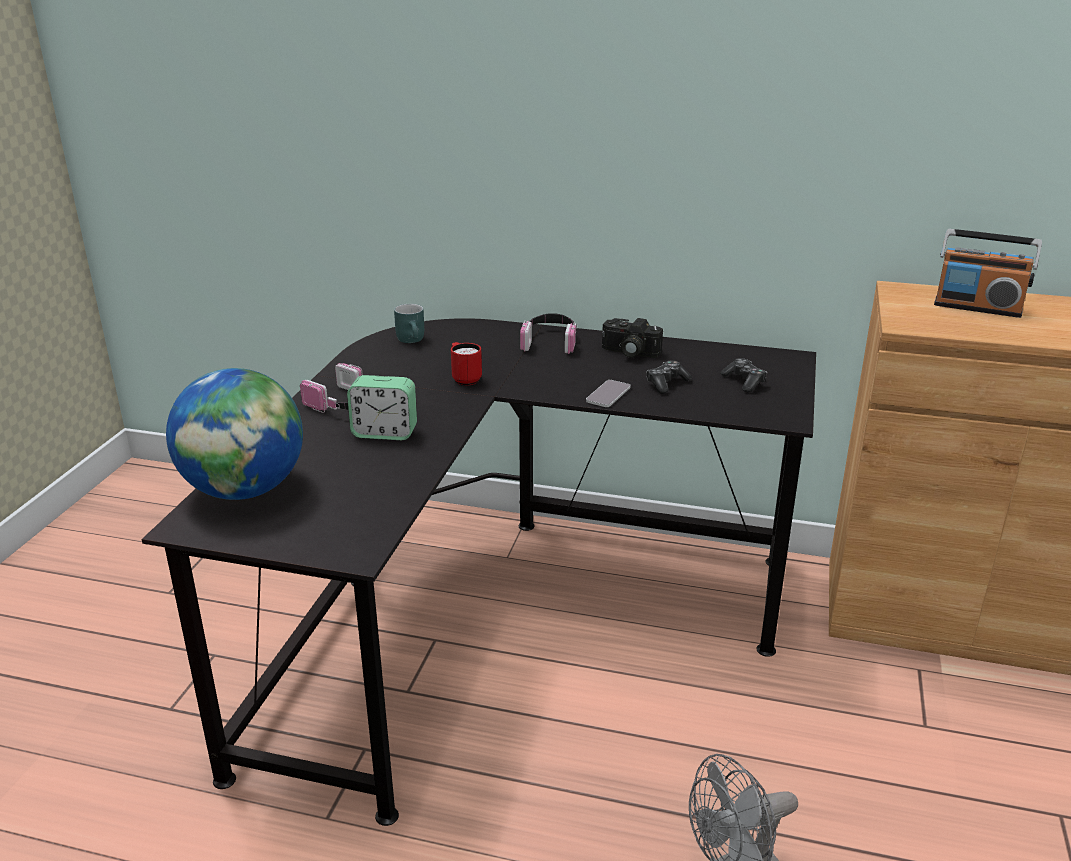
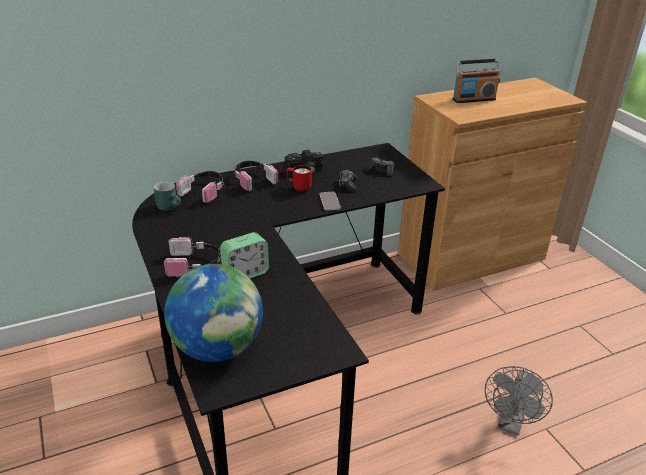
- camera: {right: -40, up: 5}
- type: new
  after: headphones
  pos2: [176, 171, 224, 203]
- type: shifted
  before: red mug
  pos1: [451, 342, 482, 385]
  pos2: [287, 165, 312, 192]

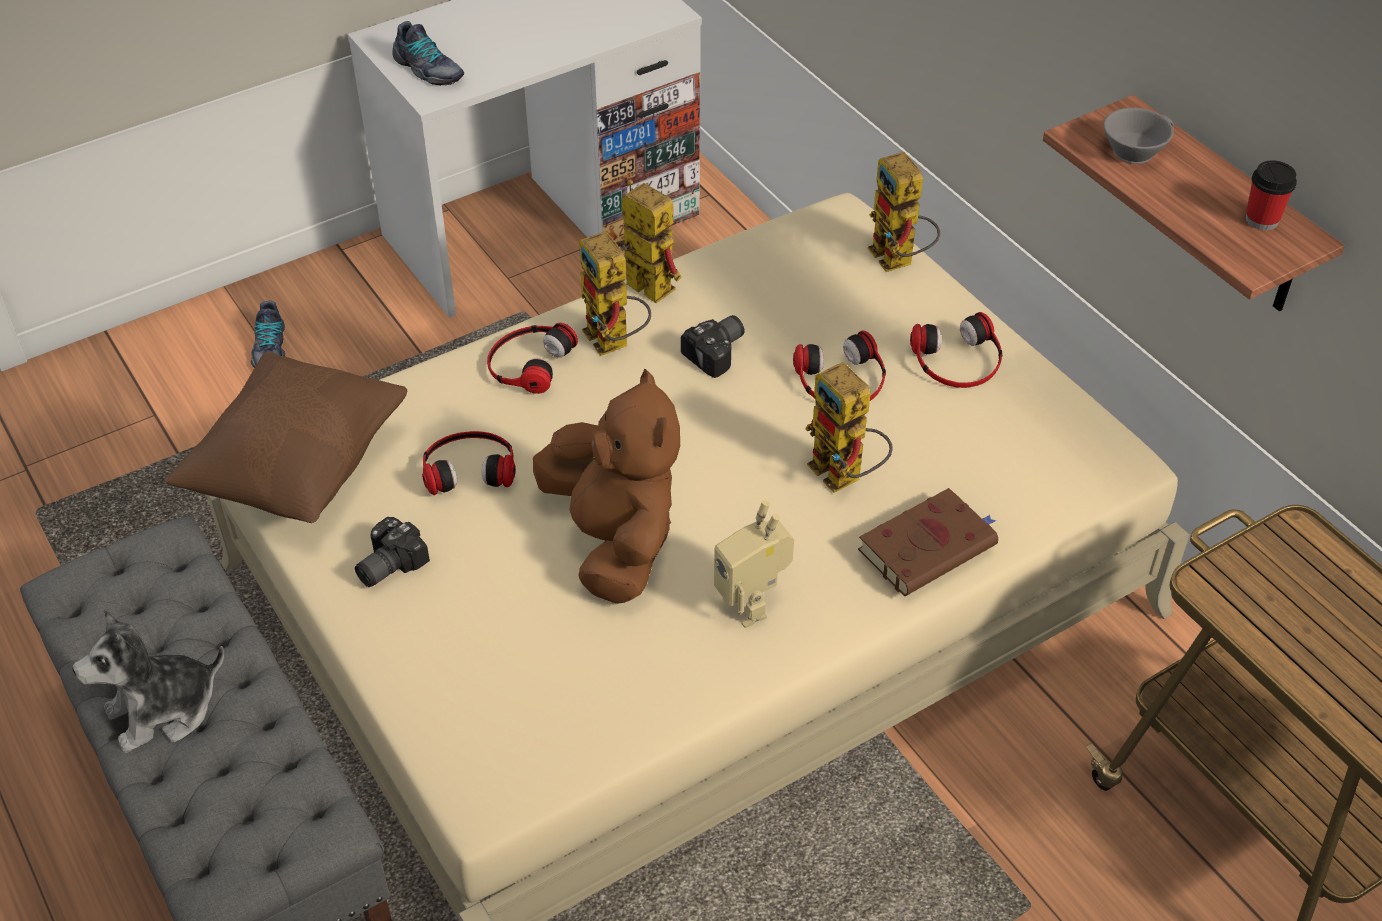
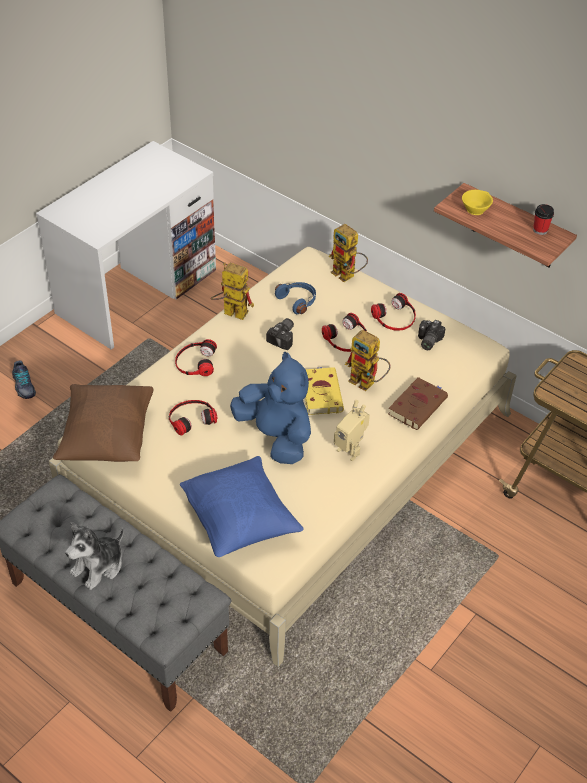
- camera: {right: -20, up: 0}
- type: gone
  before: shoe
  pos1: [392, 21, 464, 86]
- type: gone
  before: toy robot
  pos1: [579, 231, 651, 356]
- type: new
  after: blue pillow
  pos2: [180, 456, 304, 557]
- type: new
  after: blue headphones
  pos2: [275, 282, 316, 314]
- type: new
  after: yellow book
  pos2: [305, 367, 344, 415]
- type: shifted
  before: photo camera
  pos1: [355, 517, 430, 587]
  pos2: [418, 320, 446, 350]
- type: repainted
  before: brown plush toy
  after: blue plush toy
  pos1: [533, 369, 680, 604]
  pos2: [230, 352, 311, 464]
- type: repainted
  before: grey cup
  after: yellow cup
  pos1: [1104, 108, 1174, 164]
  pos2: [462, 190, 493, 215]

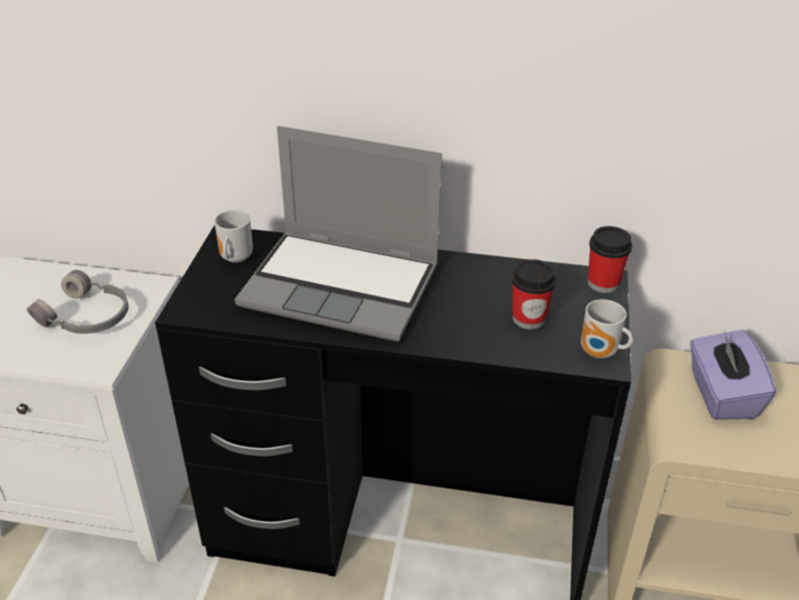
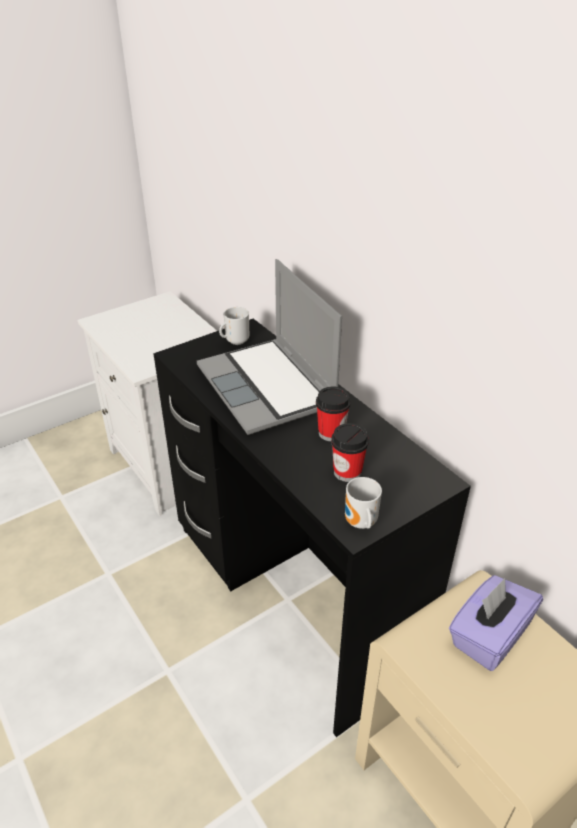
- camera: {right: 45, up: 0}
- type: gone
  before: grey headphones
  pos1: [27, 270, 129, 334]
- type: shifted
  before: cup
  pos1: [588, 226, 632, 293]
  pos2: [316, 386, 351, 442]

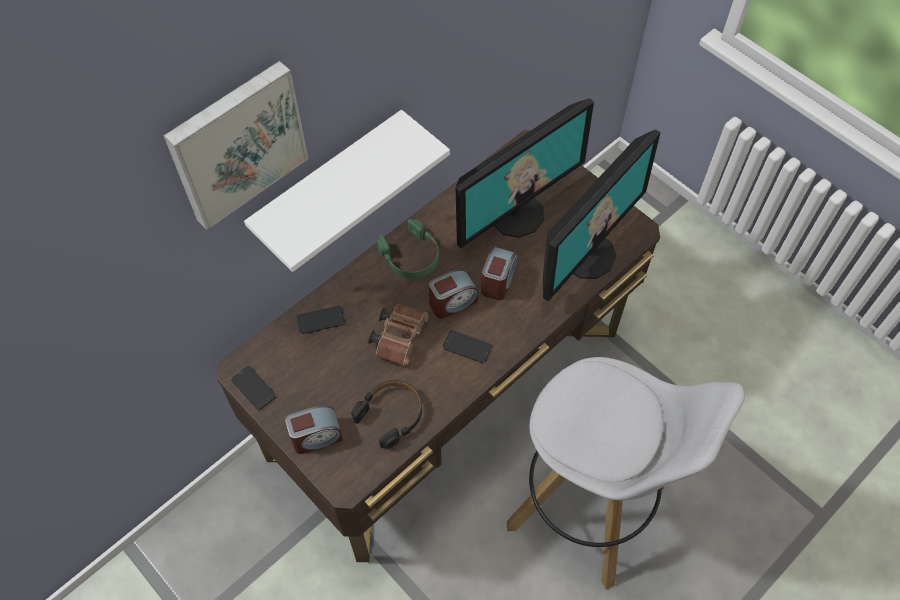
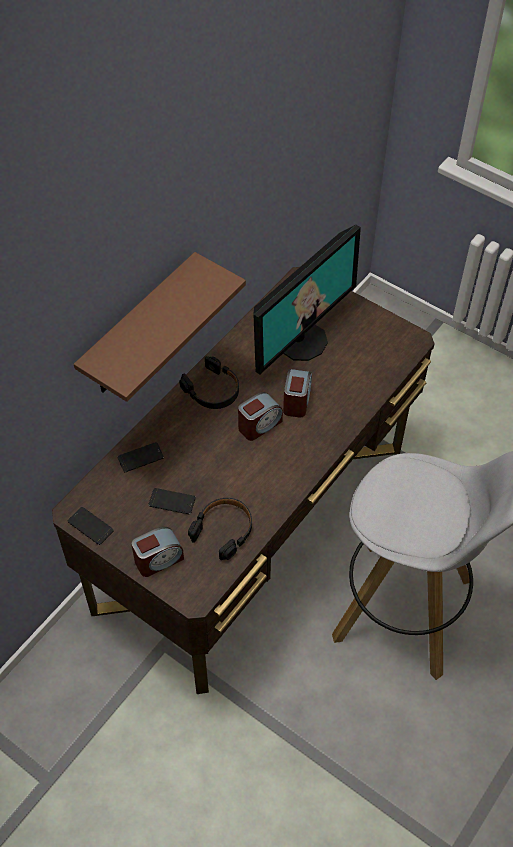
- camera: {right: -10, up: -5}
- type: gone
  before: picture
  pos1: [164, 61, 309, 230]
- type: gone
  before: brown binoculars
  pos1: [368, 304, 429, 367]
- type: gone
  before: monitor
  pos1: [543, 130, 661, 301]
- type: shifted
  before: phone
  pos1: [442, 330, 492, 364]
  pos2: [148, 488, 196, 514]
- type: repainted
  before: white shelf
  after: brown shelf
  pos1: [244, 110, 450, 272]
  pos2: [74, 252, 246, 402]
- type: repainted
  before: green headphones
  after: black headphones
  pos1: [376, 219, 439, 278]
  pos2: [179, 356, 239, 409]

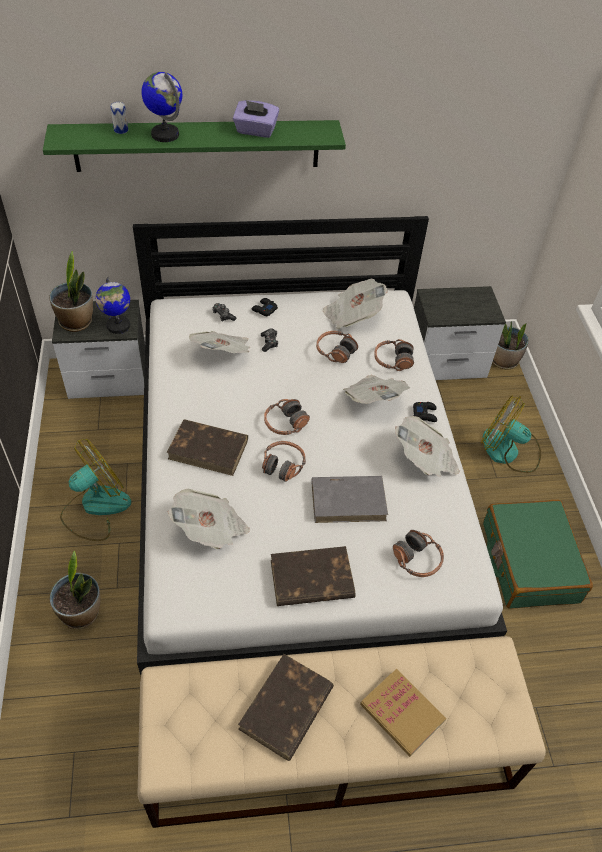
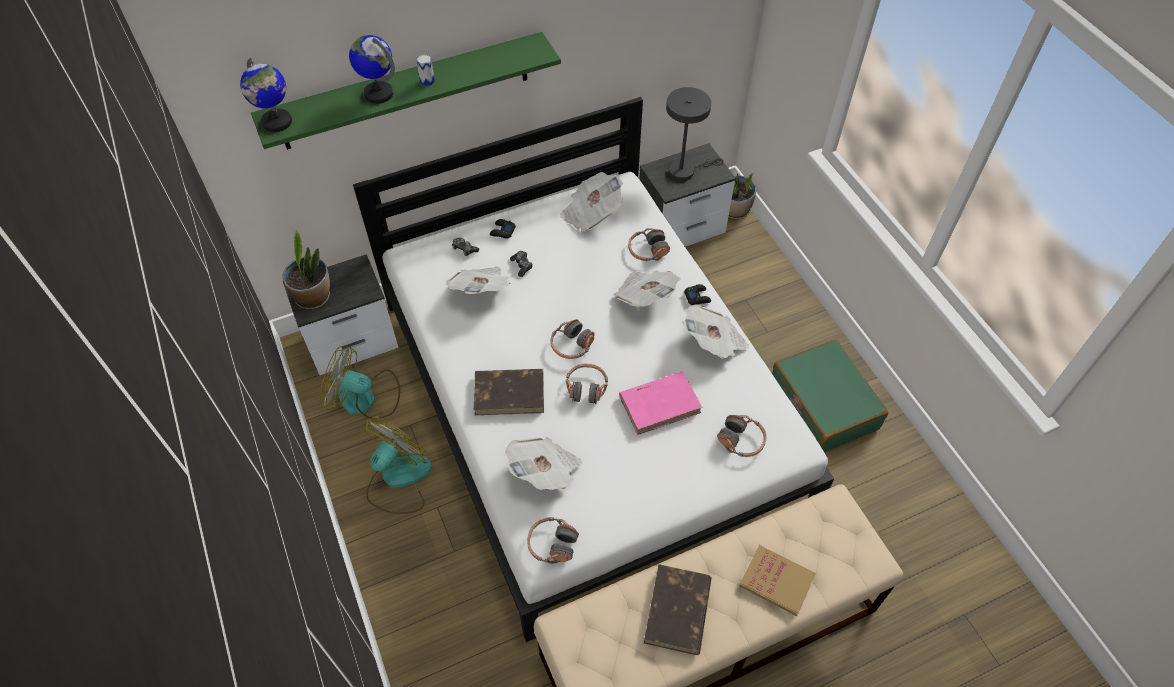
- camera: {right: -15, up: 5}
- type: gone
  before: potted plant
  pos1: [50, 550, 100, 629]
- type: gone
  before: purple tissue box
  pos1: [233, 100, 280, 138]
- type: gone
  before: brown book
  pos1: [271, 546, 355, 606]
- type: new
  after: grey table lamp
  pos2: [666, 87, 724, 181]
- type: shifted
  before: globe
  pos1: [96, 277, 130, 334]
  pos2: [240, 58, 292, 132]
- type: shifted
  before: can
  pos1: [110, 102, 128, 134]
  pos2: [416, 55, 435, 86]
- type: shifted
  before: headphones
  pos1: [316, 331, 358, 363]
  pos2: [527, 517, 579, 564]
- type: shifted
  before: fan
  pos1: [481, 396, 541, 473]
  pos2: [320, 345, 400, 419]
- type: repainted
  before: grey book
  after: pink book
  pos1: [312, 476, 388, 523]
  pos2: [619, 372, 702, 435]

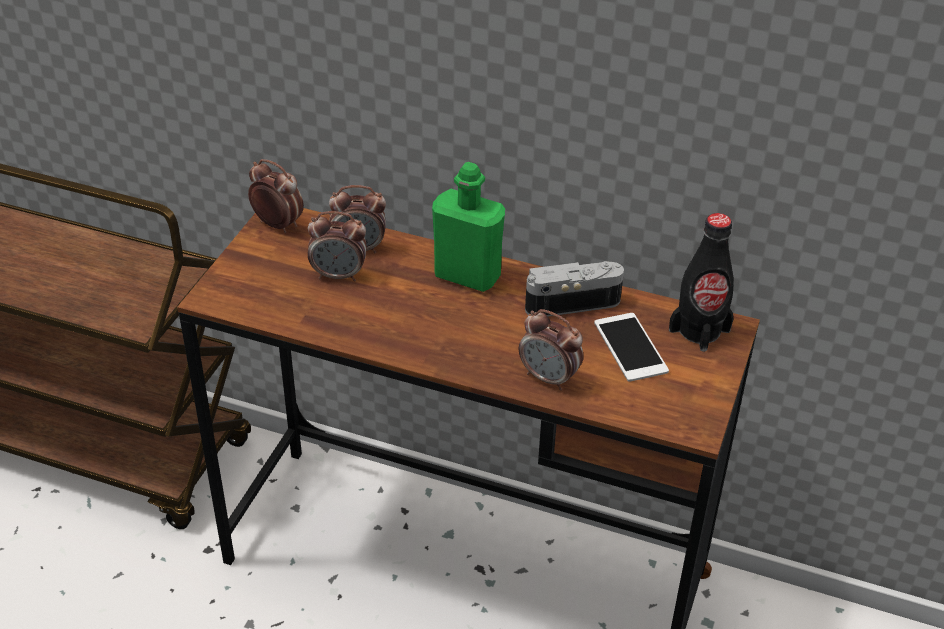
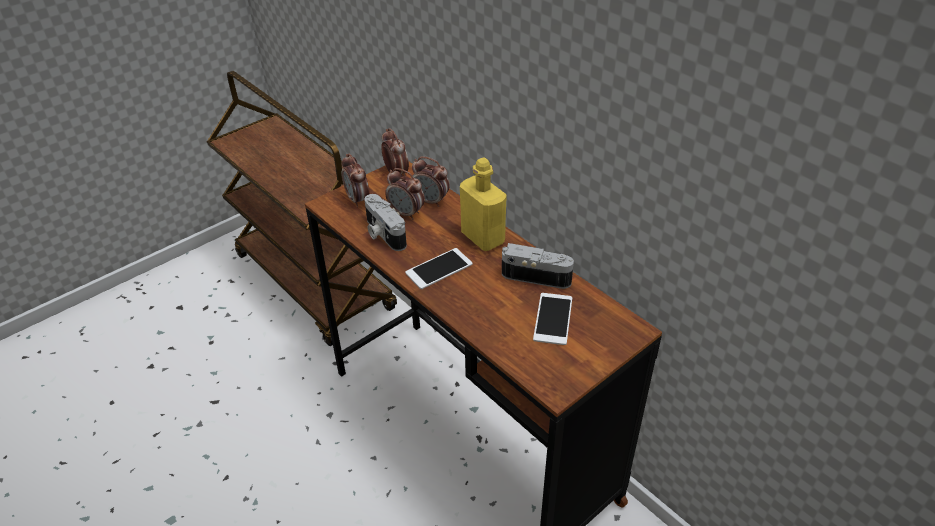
- camera: {right: 30, up: 0}
- type: gone
  before: black bottle
  pos1: [669, 213, 734, 352]
- type: new
  after: photo camera
  pos2: [364, 194, 407, 251]
- type: new
  after: phone
  pos2: [405, 248, 473, 289]
- type: shifted
  before: alarm clock
  pos1: [519, 309, 584, 391]
  pos2: [341, 153, 370, 208]
- type: repainted
  before: green bottle
  after: yellow bottle
  pos1: [432, 162, 505, 292]
  pos2: [460, 157, 507, 251]

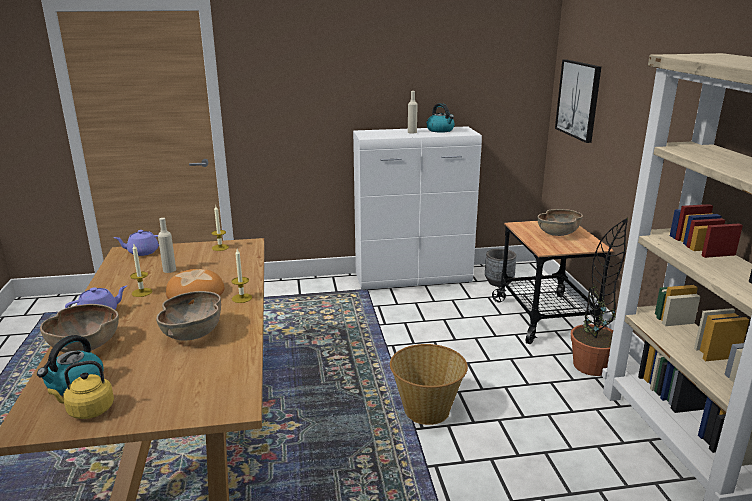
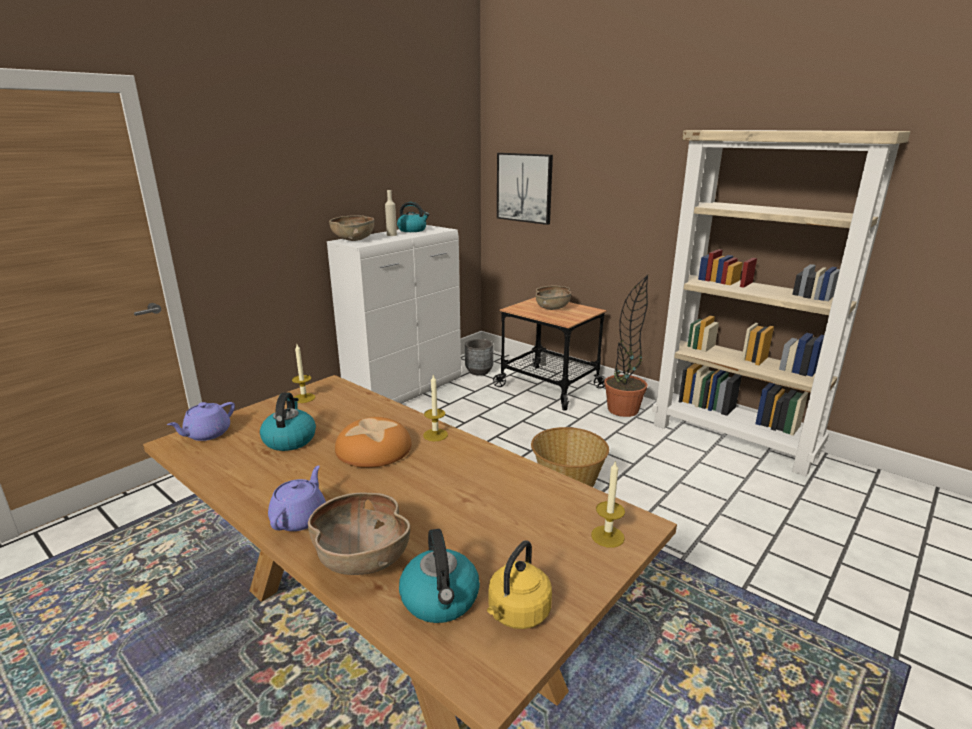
- camera: {right: -40, up: 0}
- type: shifted
  before: candle
  pos1: [130, 244, 152, 297]
  pos2: [591, 460, 625, 548]
- type: shifted
  before: brown bowl
  pos1: [156, 291, 221, 341]
  pos2: [329, 215, 374, 241]
- type: swapped
  before: beige bottle
  after: kettle
  pos1: [158, 218, 176, 273]
  pos2: [260, 392, 316, 451]

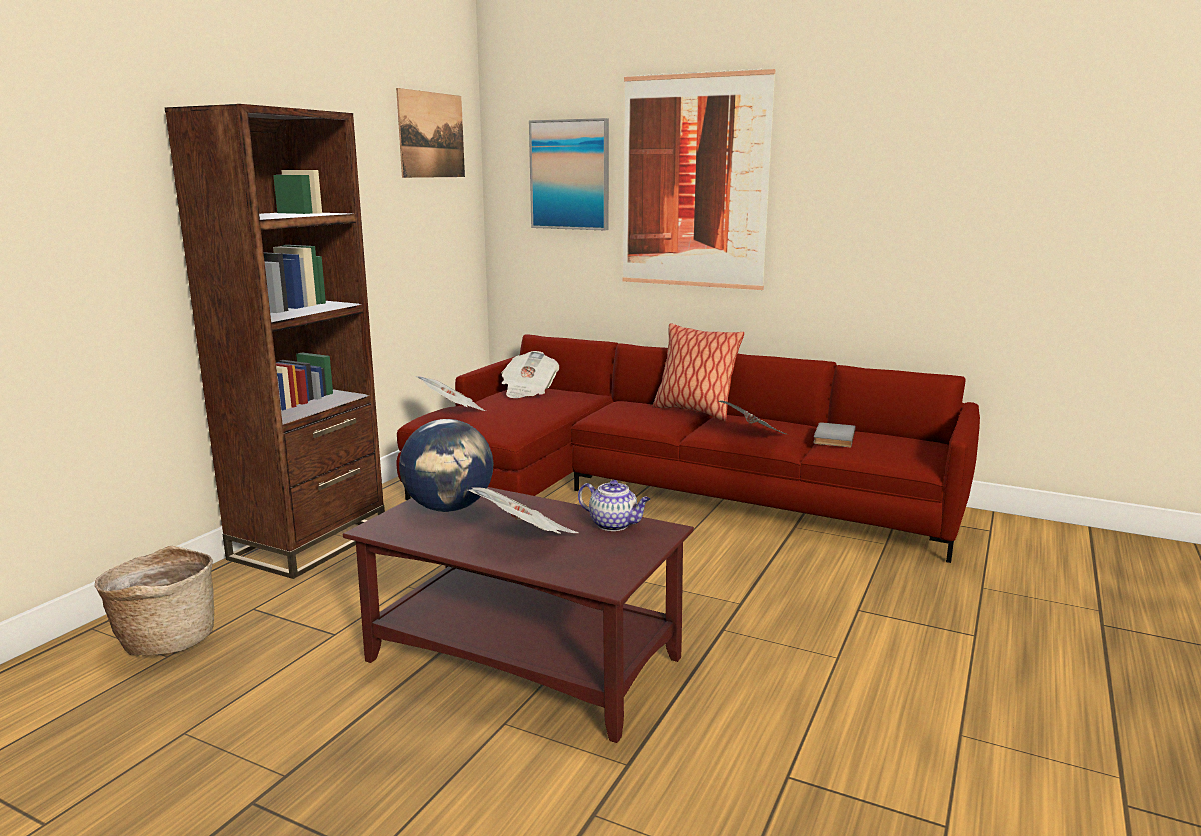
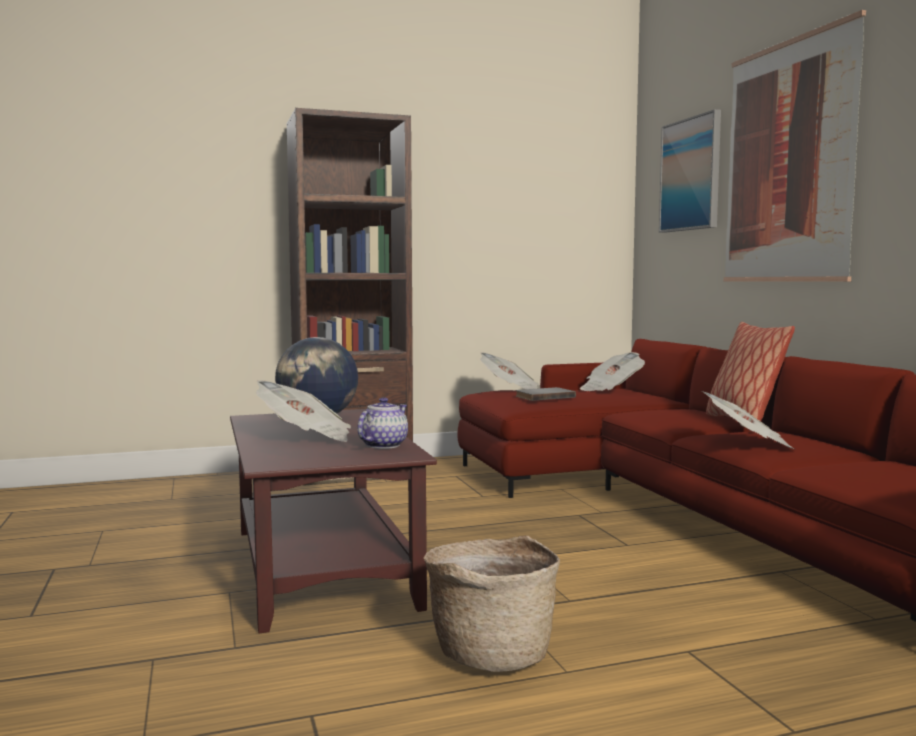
- camera: {right: 45, up: -10}
- type: gone
  before: picture
  pos1: [396, 88, 465, 178]
- type: shifted
  before: basket
  pos1: [95, 546, 214, 655]
  pos2: [424, 535, 560, 672]
- type: shifted
  before: grey book
  pos1: [813, 422, 855, 447]
  pos2: [516, 387, 576, 401]
- type: rotated
  before: teapot
  pos1: [578, 480, 651, 531]
  pos2: [357, 397, 408, 449]
  turn: -135

